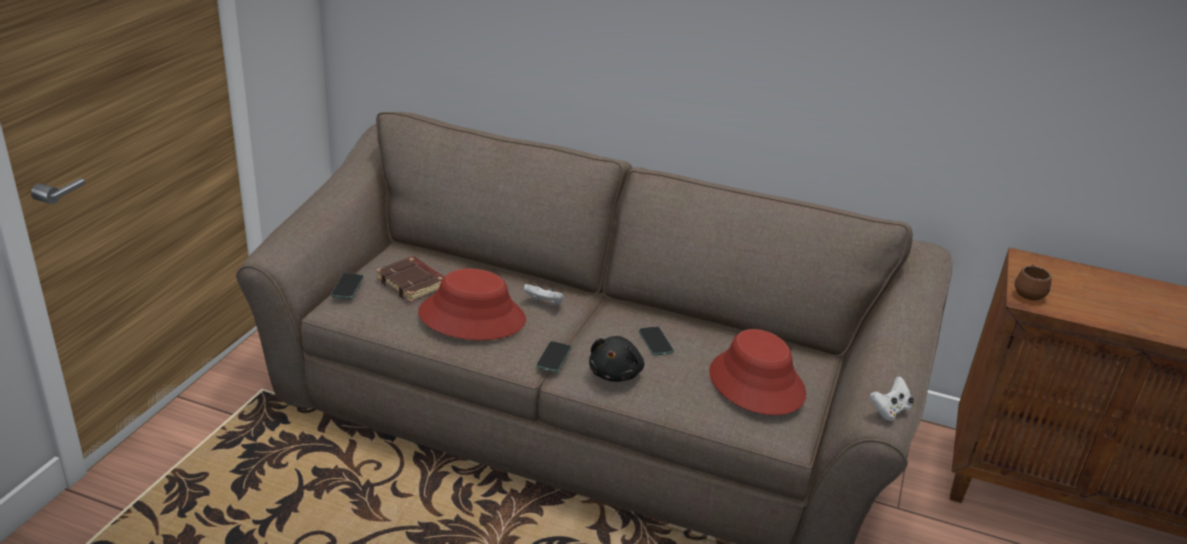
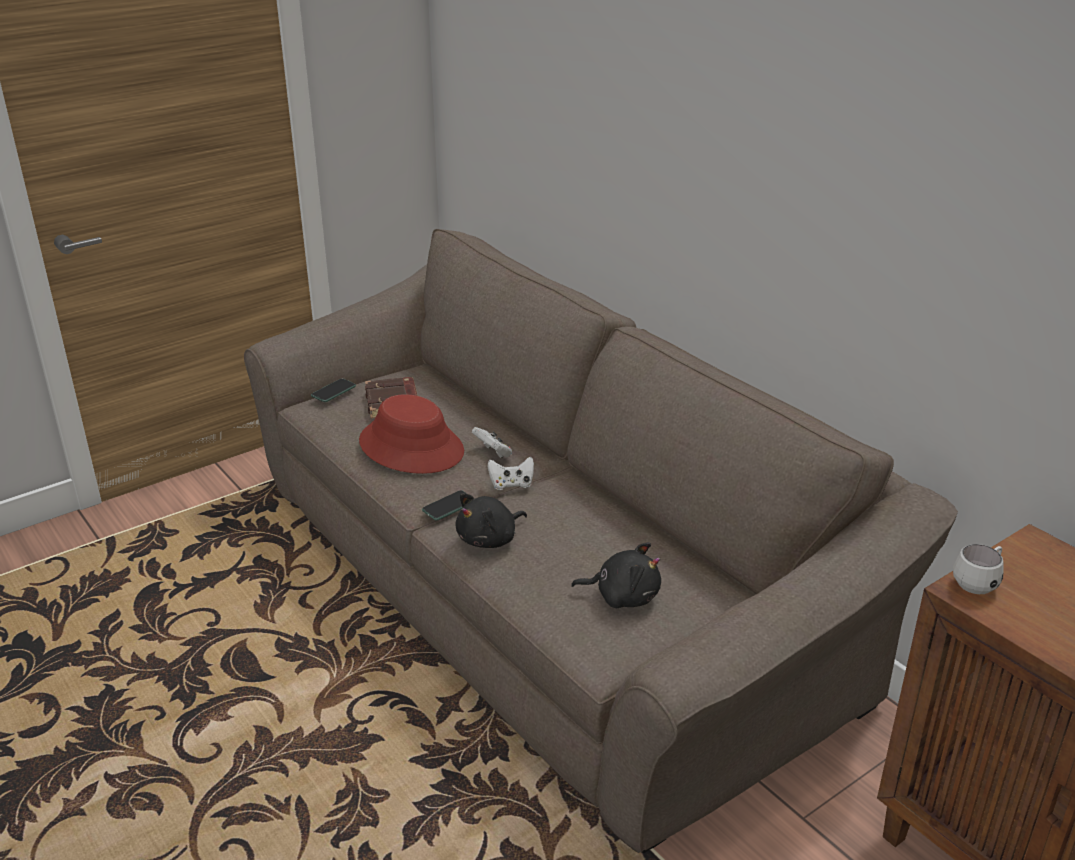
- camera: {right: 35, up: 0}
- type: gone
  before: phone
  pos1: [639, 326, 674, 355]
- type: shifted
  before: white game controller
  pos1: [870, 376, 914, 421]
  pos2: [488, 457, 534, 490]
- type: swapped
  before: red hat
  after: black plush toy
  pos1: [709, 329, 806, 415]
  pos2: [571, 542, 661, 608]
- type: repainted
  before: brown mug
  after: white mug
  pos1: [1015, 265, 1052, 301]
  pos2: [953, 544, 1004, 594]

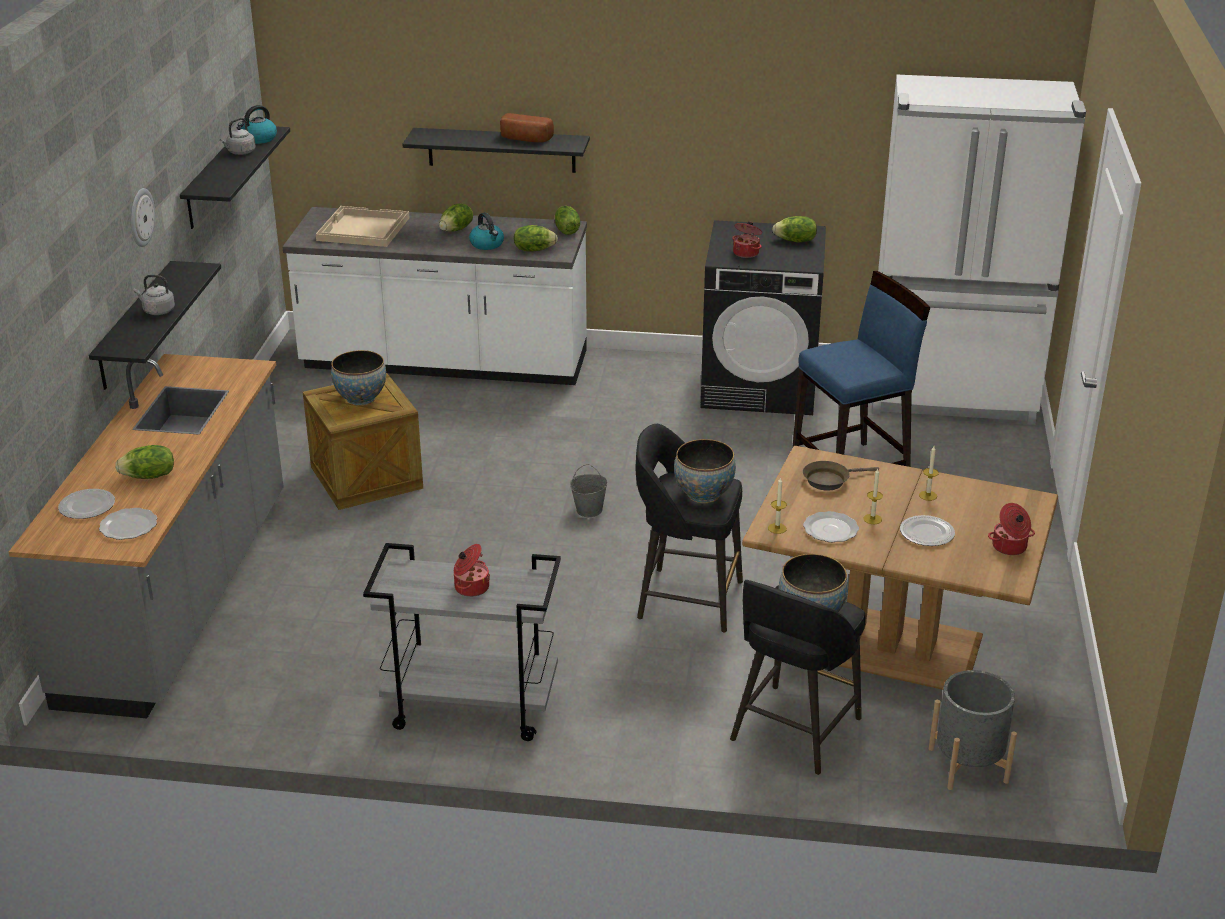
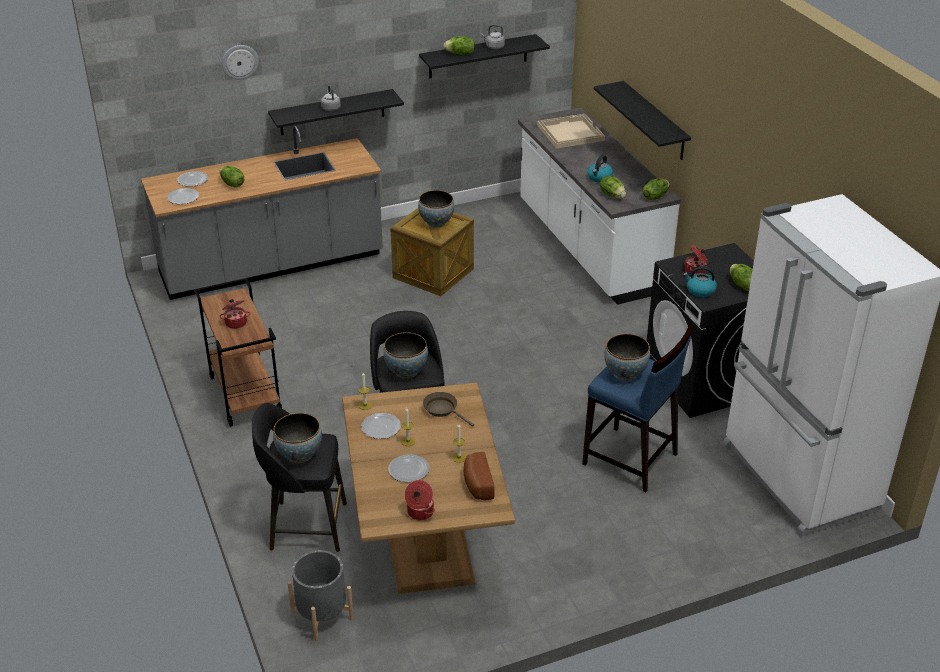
- camera: {right: 60, up: 5}
- type: gone
  before: grey bucket
  pos1: [570, 464, 608, 517]
- type: new
  after: bowl
  pos2: [604, 334, 650, 381]
- type: shifted
  before: wall clock
  pos1: [131, 188, 155, 247]
  pos2: [222, 45, 259, 80]
- type: shifted
  before: kettle
  pos1: [238, 105, 277, 144]
  pos2: [683, 266, 717, 297]
- type: shifted
  before: lettuce
  pos1: [439, 204, 473, 232]
  pos2: [443, 36, 475, 55]
- type: shifted
  before: bread
  pos1: [500, 113, 554, 142]
  pos2: [464, 452, 495, 500]
- type: repainted
  before: grey cart
  after: brown cart
  pos1: [363, 543, 561, 741]
  pos2: [195, 278, 282, 427]

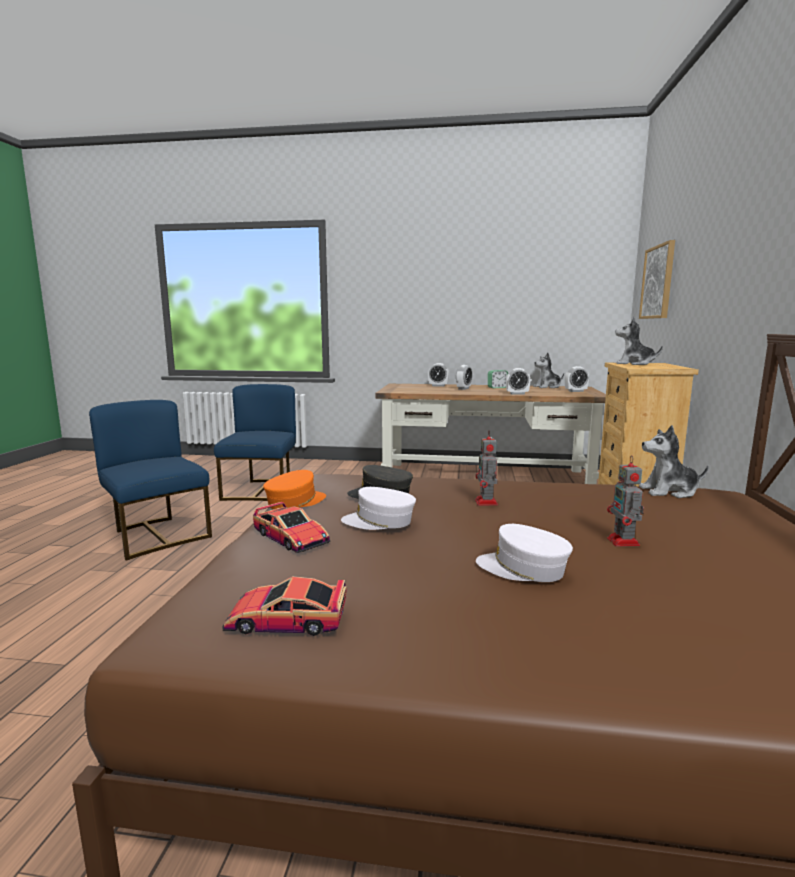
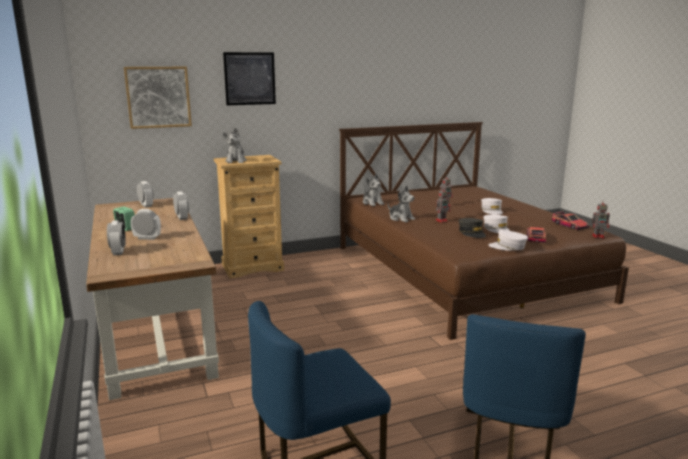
- camera: {right: -120, up: 5}
- type: new
  after: picture
  pos2: [223, 52, 276, 105]
- type: new
  after: toy robot
  pos2: [592, 200, 610, 238]
- type: shifted
  before: plush toy
  pos1: [533, 353, 564, 388]
  pos2: [388, 186, 415, 222]
- type: repainted
  before: orange cap
  after: white cap
  pos1: [263, 470, 326, 509]
  pos2: [489, 230, 528, 250]

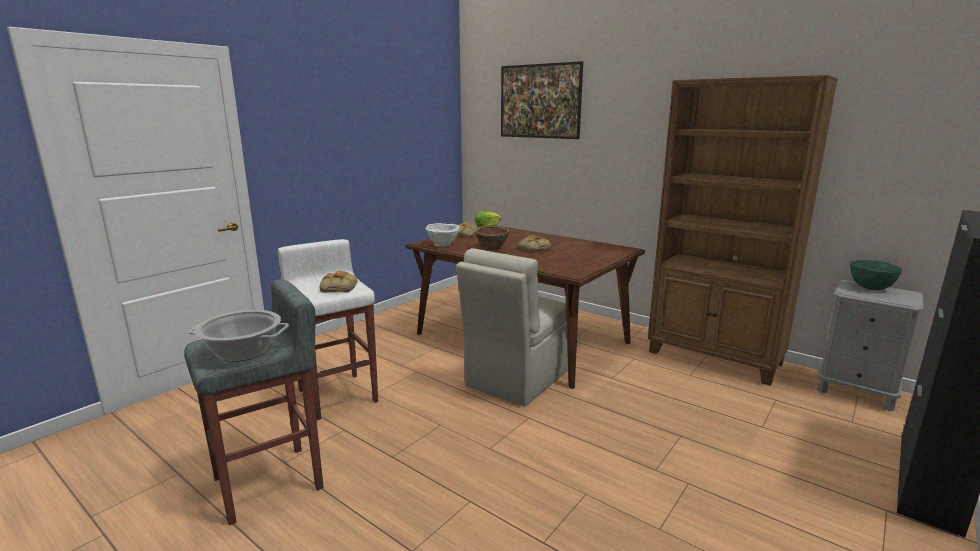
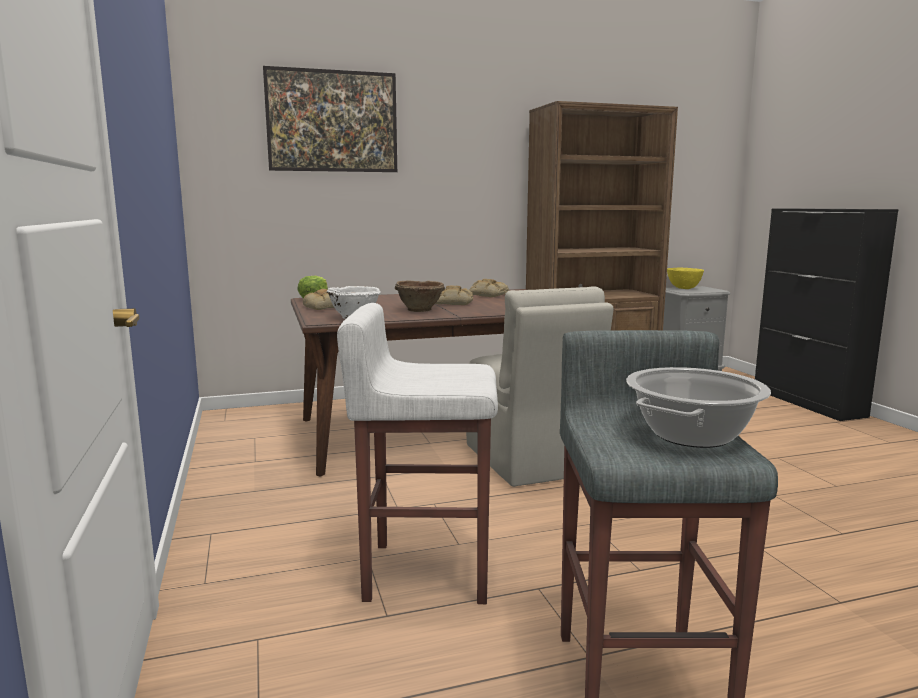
- camera: {right: -55, up: -5}
- type: shifted
  before: bread
  pos1: [320, 271, 358, 292]
  pos2: [469, 279, 509, 297]
- type: repainted
  before: green bowl
  after: yellow bowl
  pos1: [850, 260, 903, 290]
  pos2: [667, 268, 704, 289]

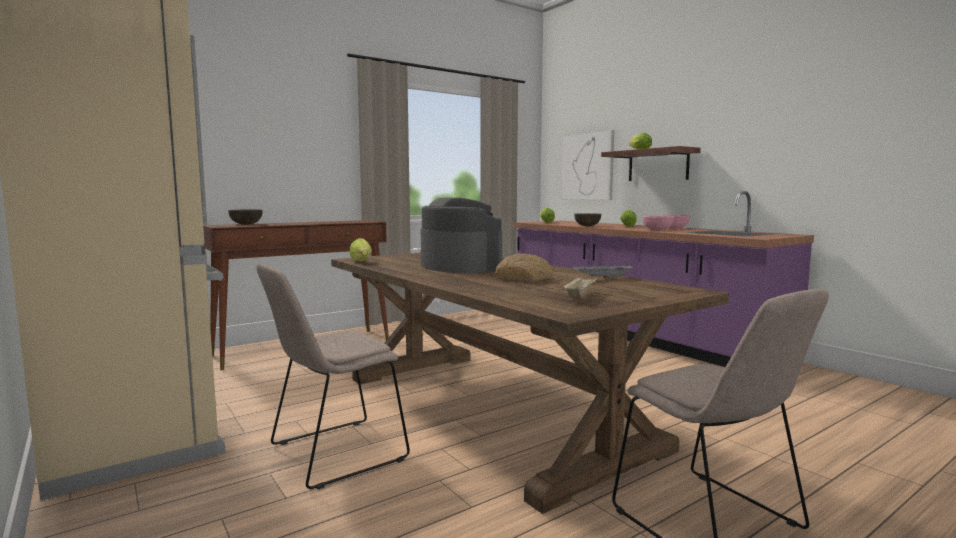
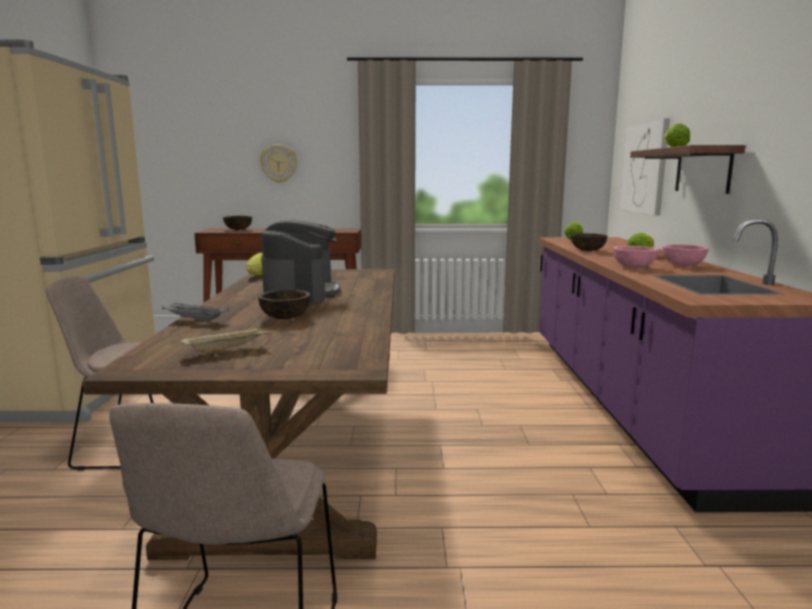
- camera: {right: 35, up: 5}
- type: new
  after: wall clock
  pos2: [260, 145, 297, 183]
- type: shifted
  before: grey tray
  pos1: [572, 264, 634, 279]
  pos2: [162, 303, 229, 322]
- type: swapped
  before: bread
  after: brown bowl
  pos1: [495, 253, 553, 282]
  pos2: [258, 290, 310, 319]

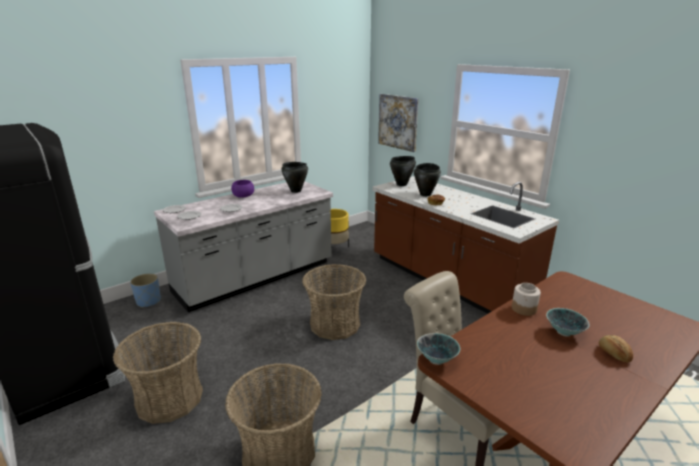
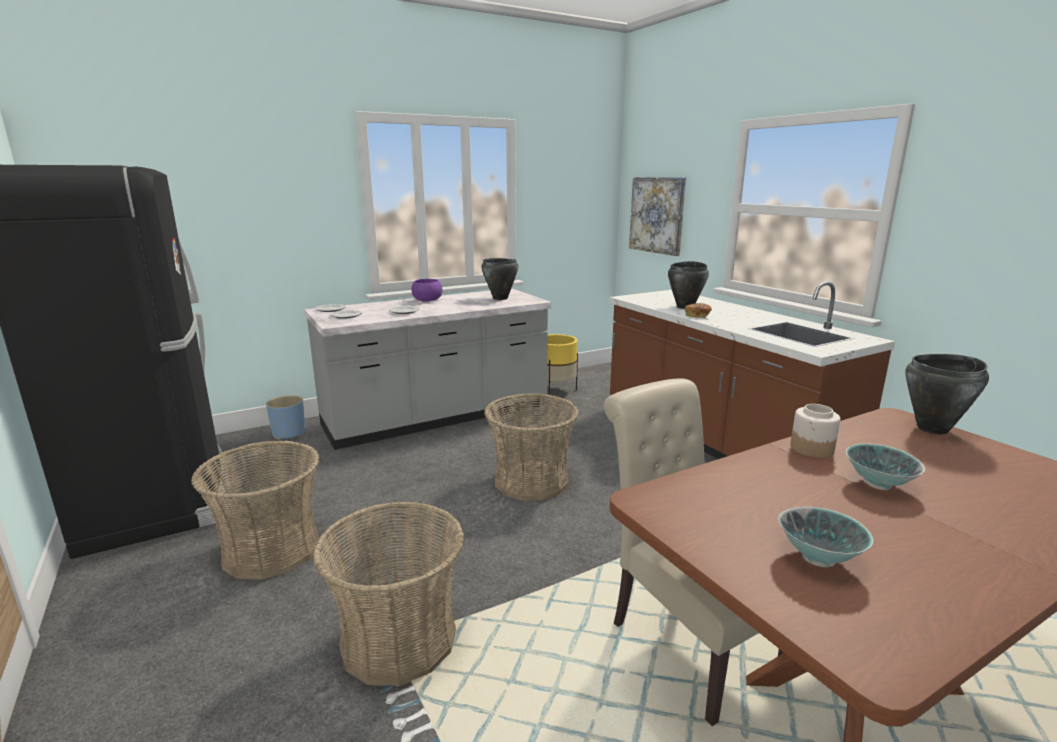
- camera: {right: 10, up: -5}
- type: gone
  before: bread
  pos1: [599, 335, 633, 362]
- type: shifted
  before: black cooking pot
  pos1: [390, 156, 416, 186]
  pos2: [905, 354, 989, 434]
- type: shifted
  before: bowl
  pos1: [417, 333, 460, 365]
  pos2: [778, 506, 873, 567]

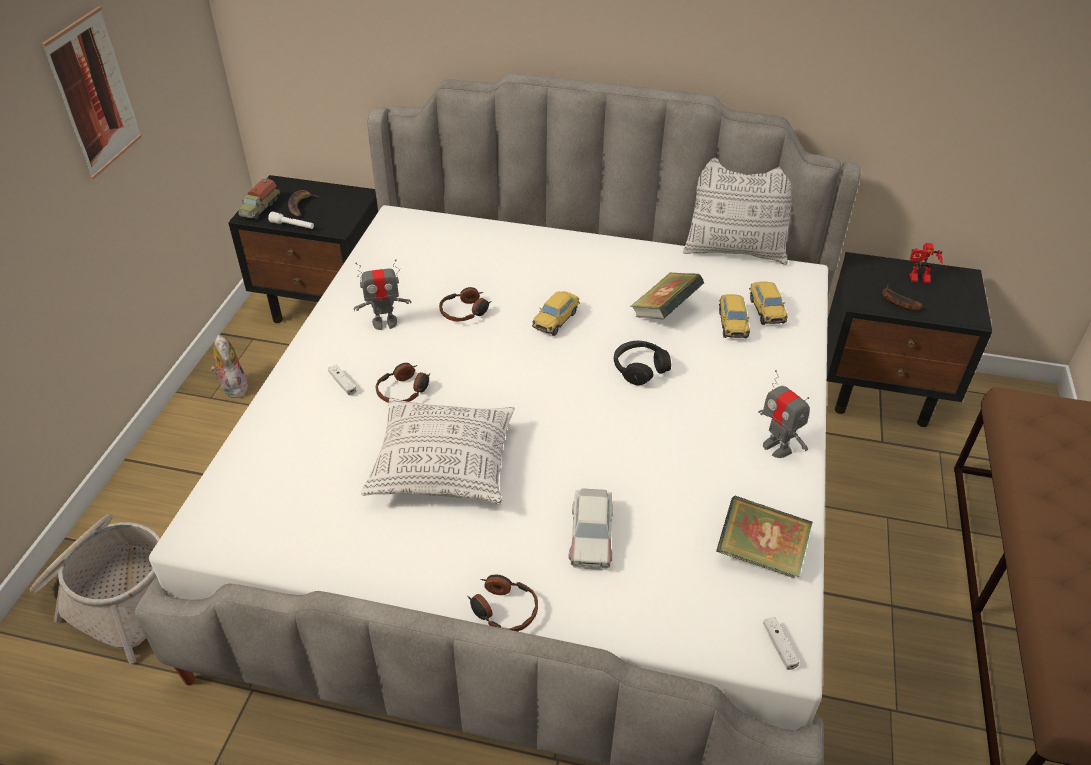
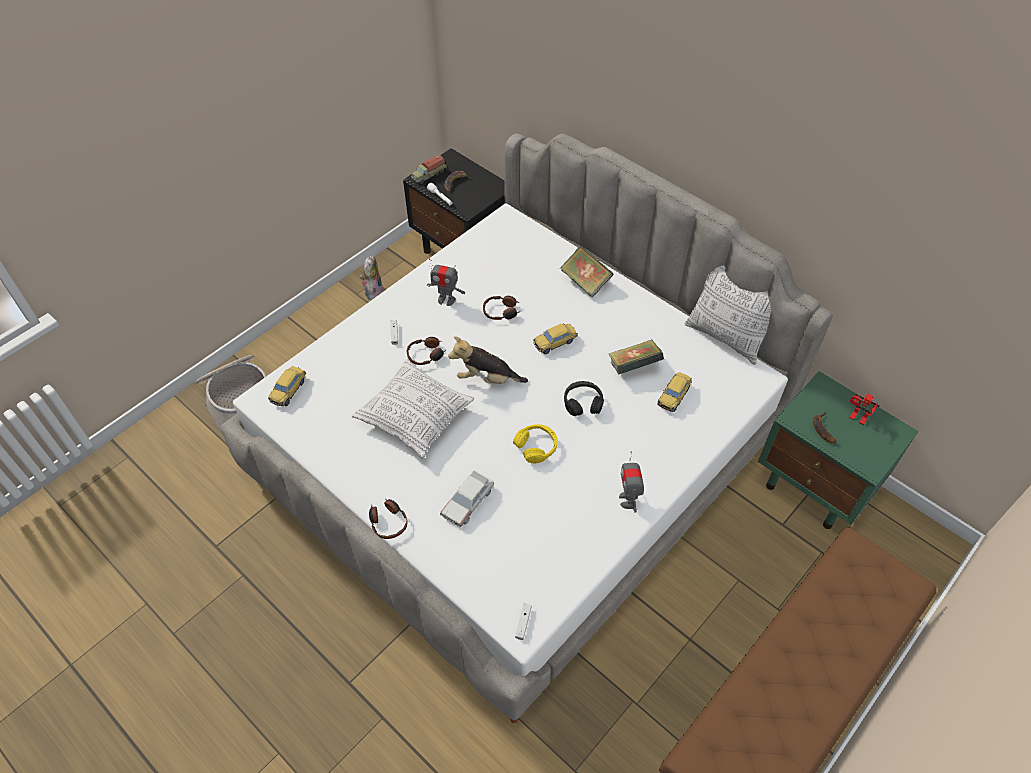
- camera: {right: 30, up: 10}
- type: gone
  before: picture
  pos1: [41, 6, 142, 179]
- type: new
  after: plush toy
  pos2: [448, 337, 528, 384]
- type: new
  after: yellow headphones
  pos2: [513, 424, 558, 463]
- type: shifted
  before: book
  pos1: [716, 496, 813, 578]
  pos2: [560, 246, 613, 298]
- type: shifted
  before: toy car
  pos1: [749, 281, 788, 325]
  pos2: [268, 366, 306, 406]
- type: repainted
  before: black nightstand
  after: green nightstand
  pos1: [827, 252, 992, 427]
  pos2: [758, 371, 919, 529]

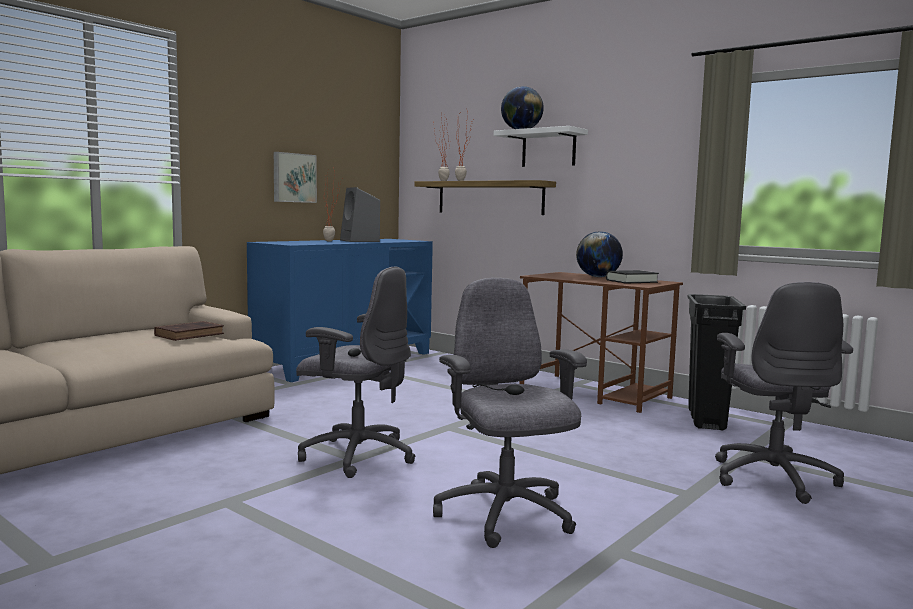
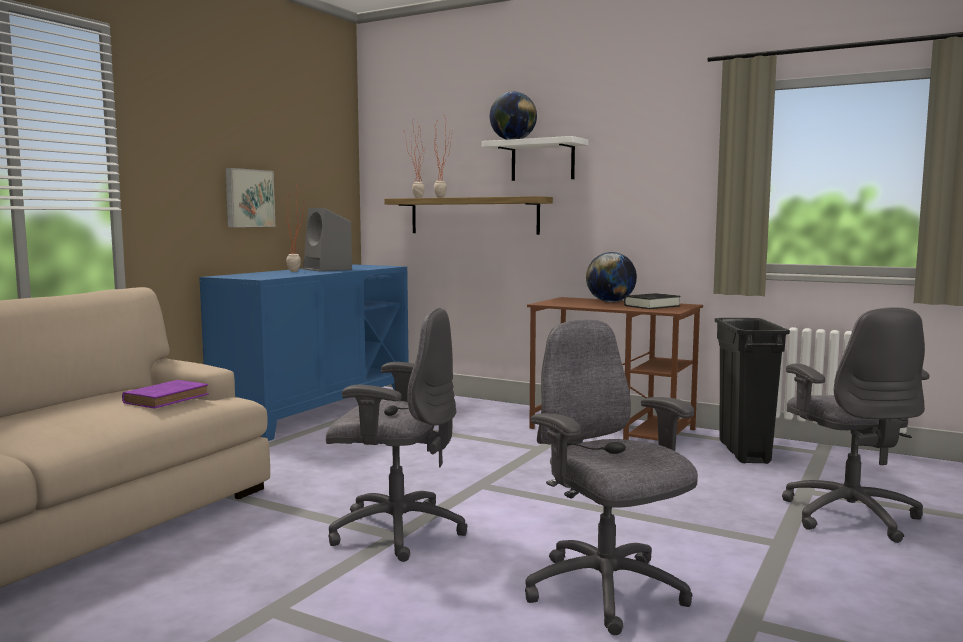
- camera: {right: -10, up: 0}
- type: repainted
  before: brown book
  after: purple book
  pos1: [154, 321, 224, 341]
  pos2: [122, 380, 209, 408]

